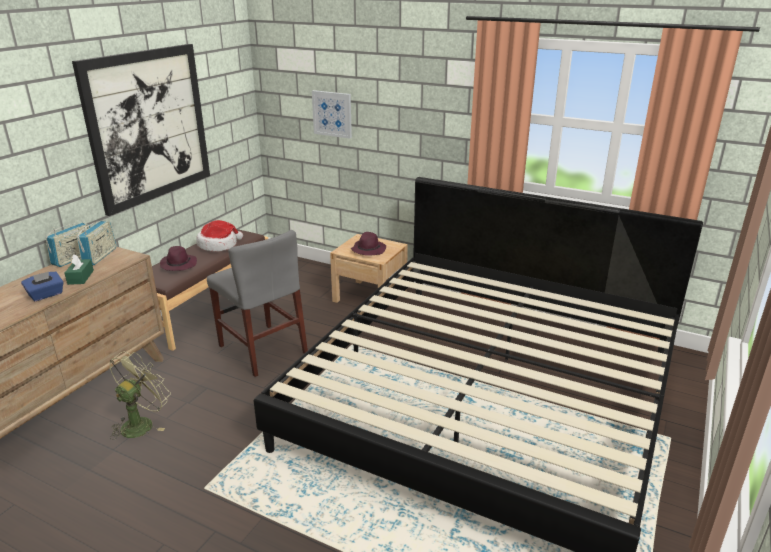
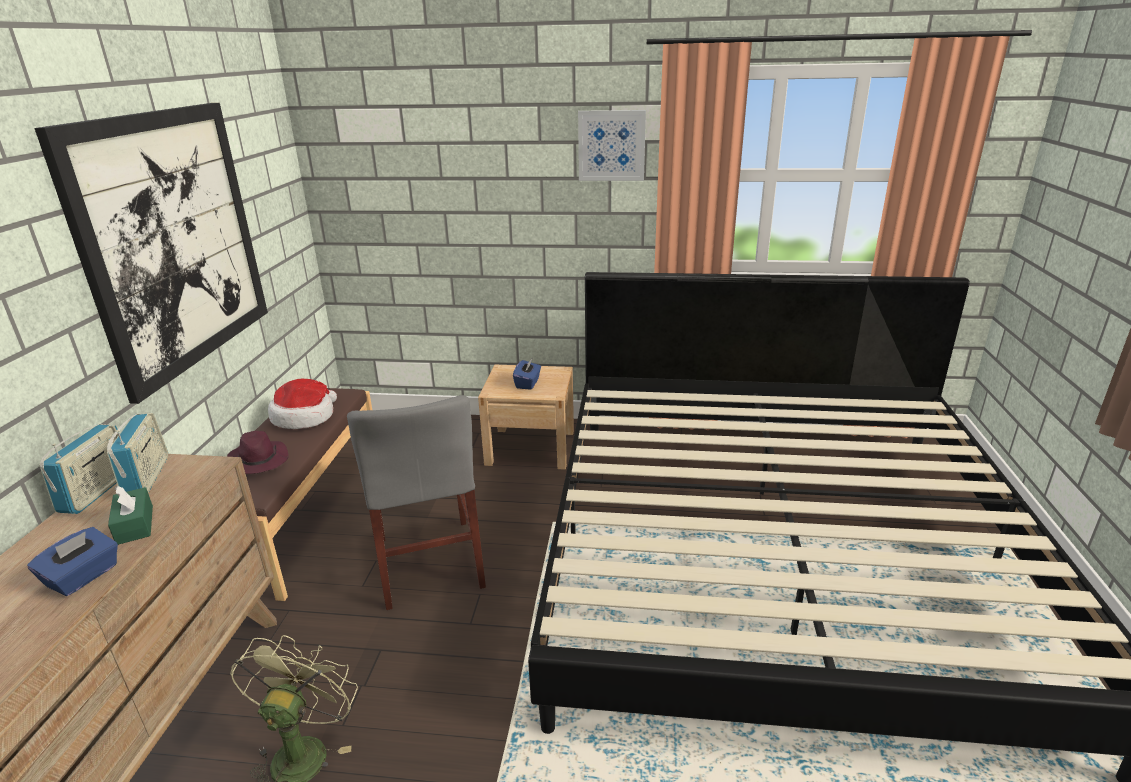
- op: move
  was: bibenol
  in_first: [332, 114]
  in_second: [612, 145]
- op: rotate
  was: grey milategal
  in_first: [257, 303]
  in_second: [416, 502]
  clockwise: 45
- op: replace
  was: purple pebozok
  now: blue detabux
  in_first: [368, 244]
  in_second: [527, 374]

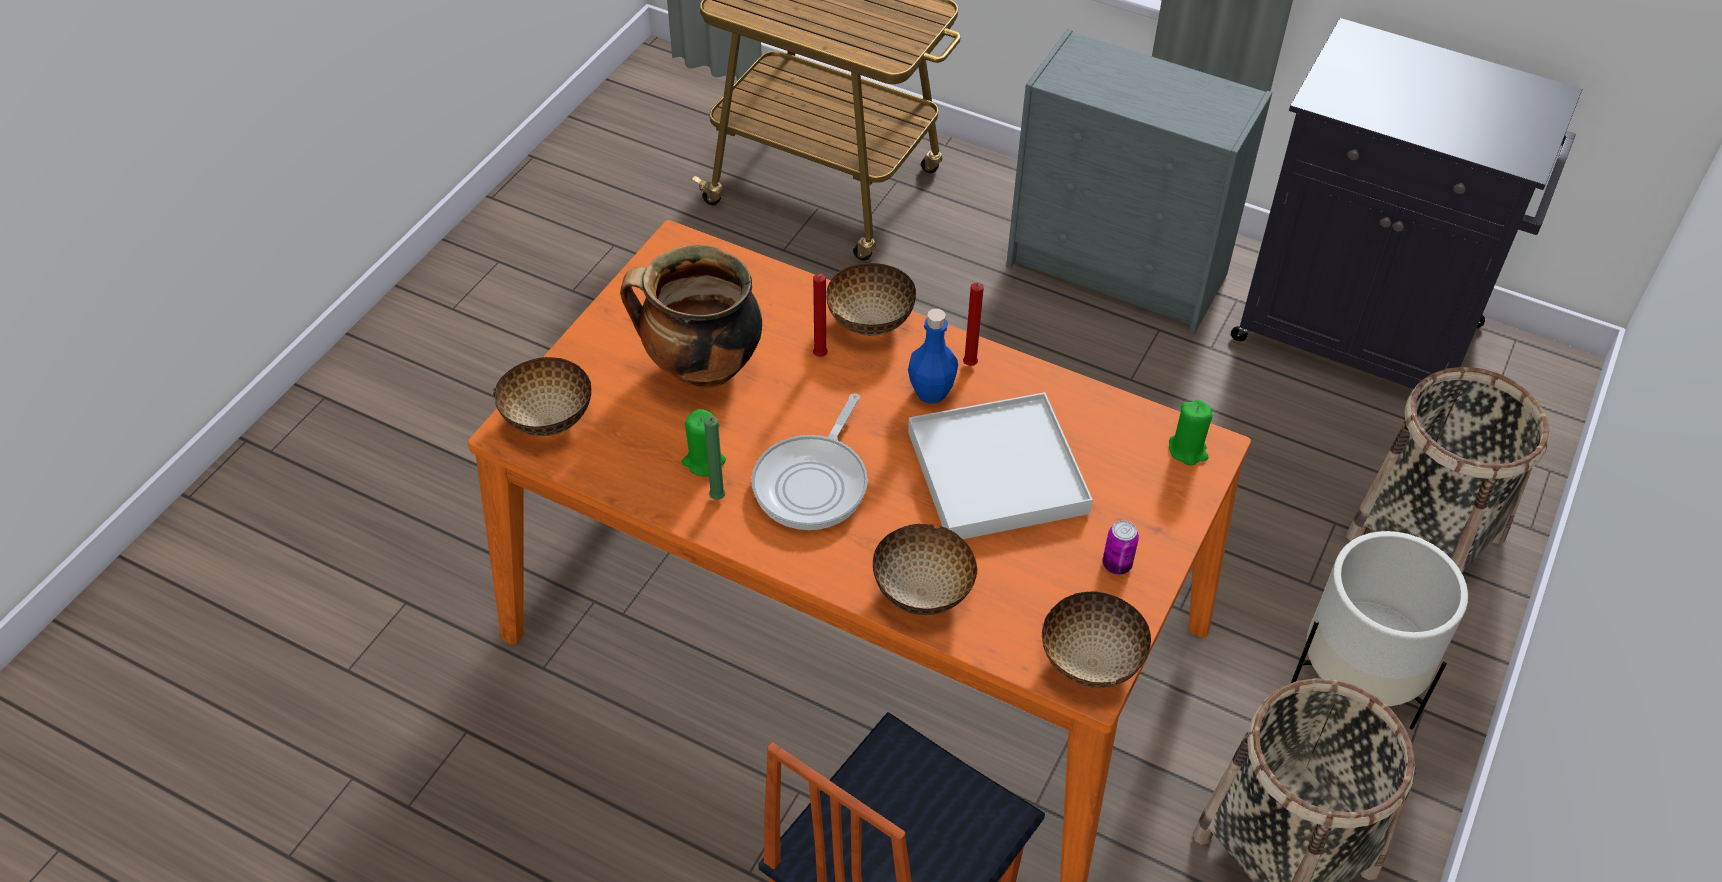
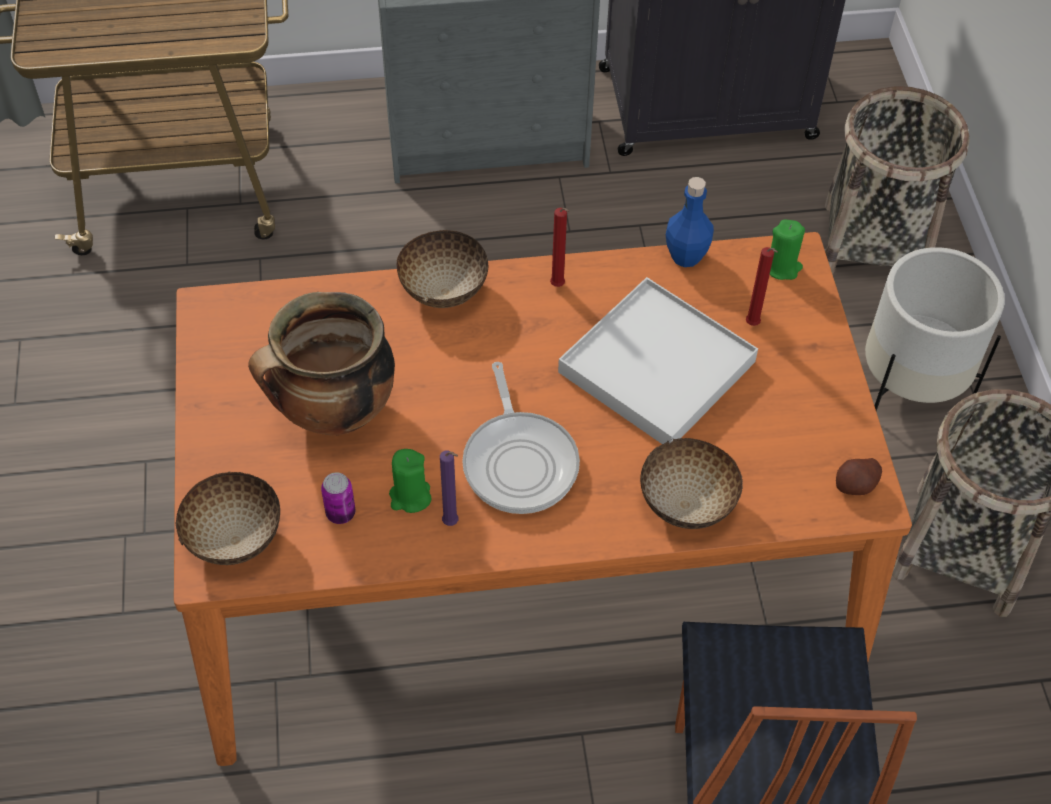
- op: move
  was: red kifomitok
  in_first: [820, 315]
  in_second: [762, 286]
- op: move
  was: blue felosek
  in_first: [933, 356]
  in_second: [690, 222]
- op: recolor
  was: green kifomitok
  now: purple kifomitok
  in_first: [714, 458]
  in_second: [449, 488]
- op: move
  was: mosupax
  in_first: [1121, 547]
  in_second: [338, 498]
- op: replace
  was: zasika
  now: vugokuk
  in_first: [1096, 639]
  in_second: [859, 476]

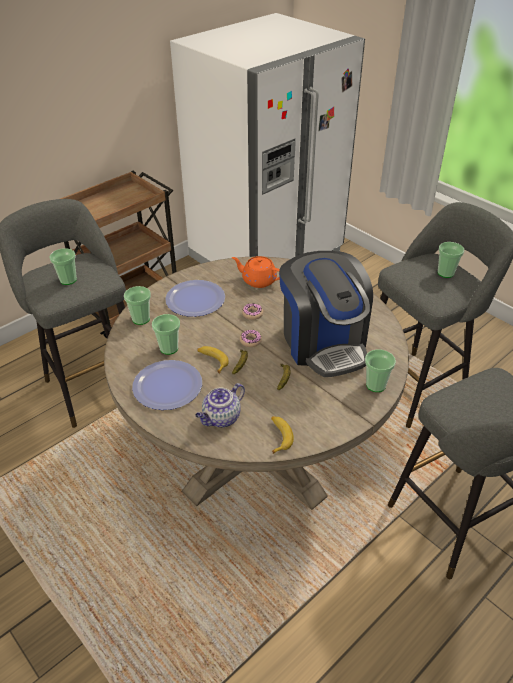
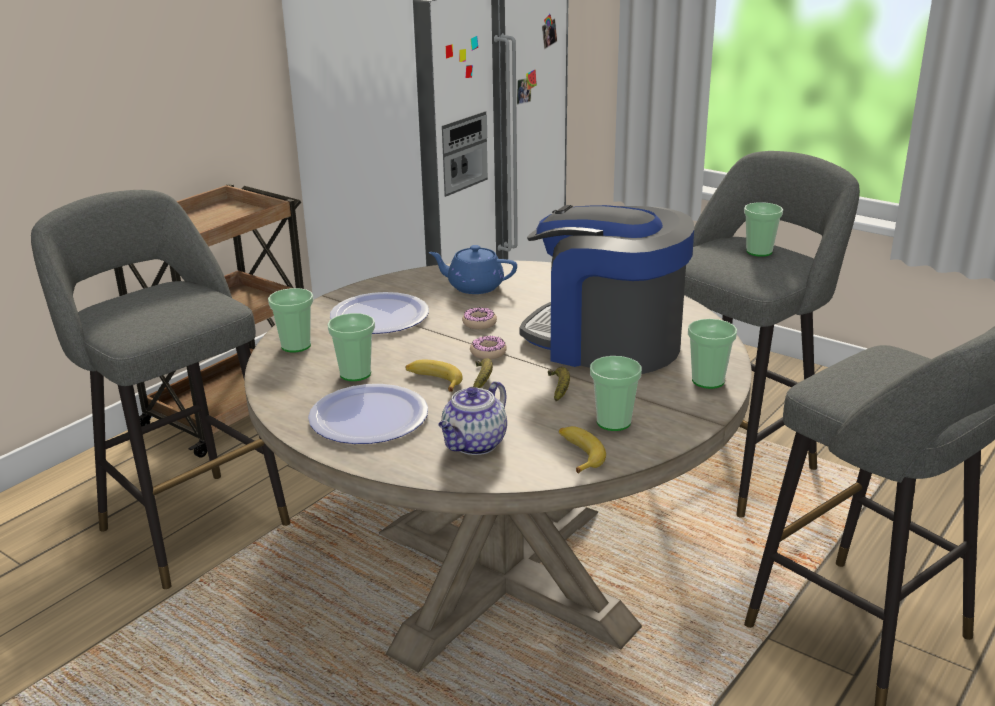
- op: move
  was: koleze
  in_first: [63, 266]
  in_second: [616, 393]
- op: rotate
  was: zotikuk
  in_first: [326, 314]
  in_second: [606, 289]
  clockwise: 150
- op: recolor
  was: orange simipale
  now: blue simipale
  in_first: [256, 272]
  in_second: [472, 269]

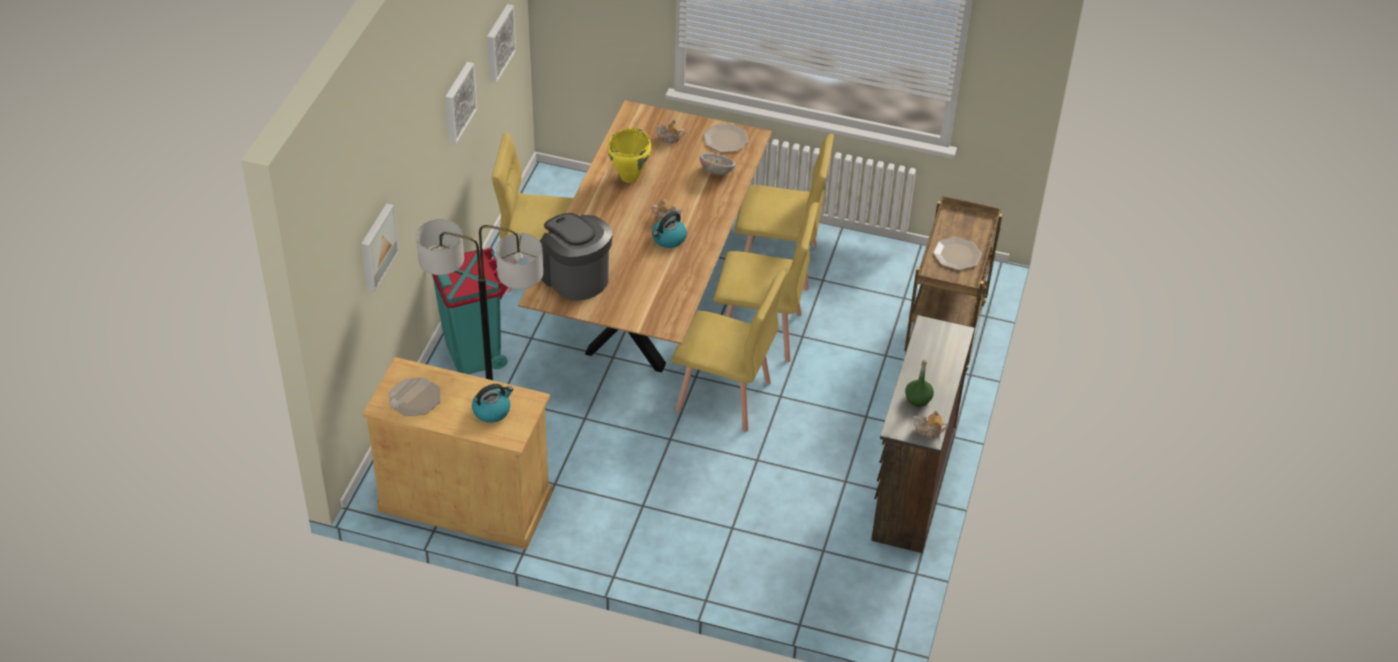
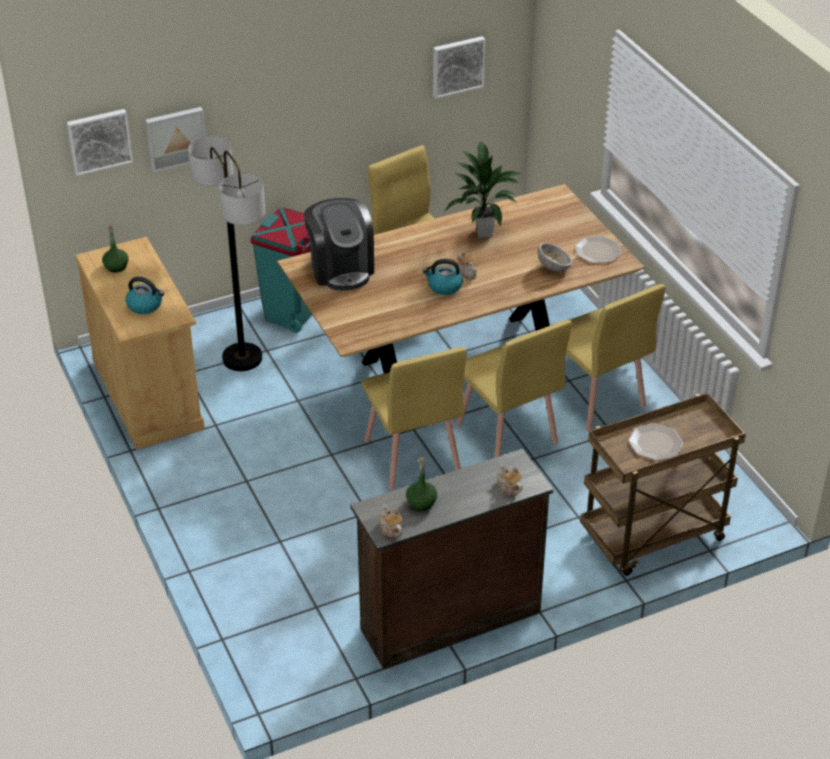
- op: move
  was: bibenol
  in_first: [461, 103]
  in_second: [100, 142]
- op: move
  was: simipale
  in_first: [670, 131]
  in_second: [509, 479]
- op: replace
  was: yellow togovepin
  now: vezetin
  in_first: [629, 155]
  in_second: [483, 189]
- op: rotate
  was: zotikuk
  in_first: [576, 257]
  in_second: [339, 244]
  clockwise: 150
- op: replace
  was: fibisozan
  now: green felosek
  in_first: [414, 397]
  in_second: [115, 249]

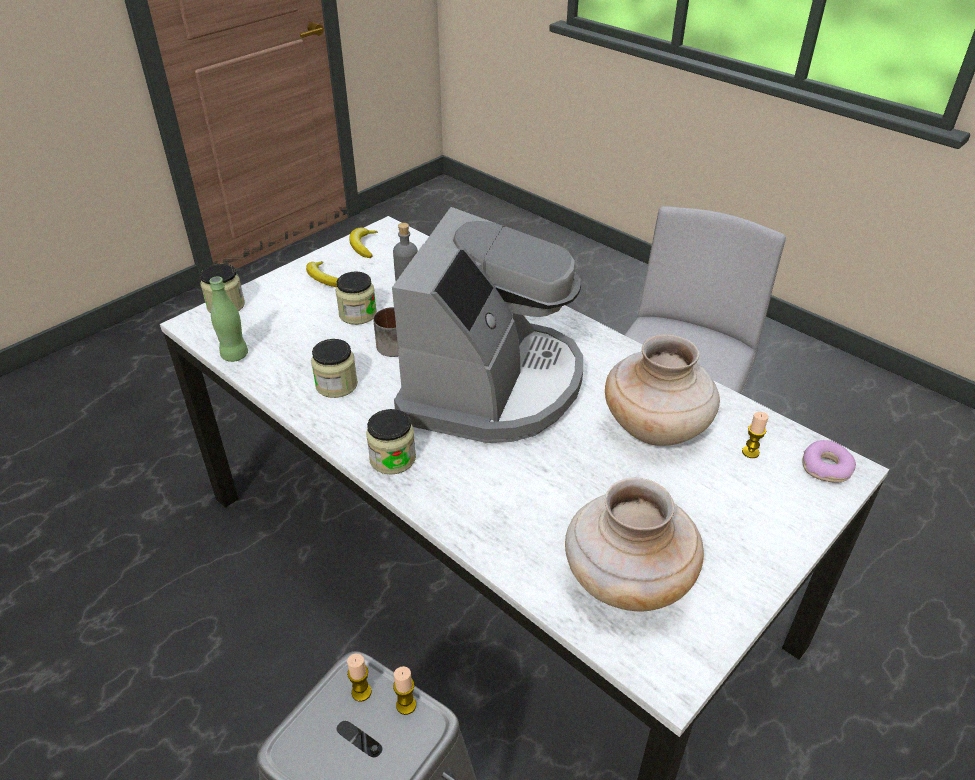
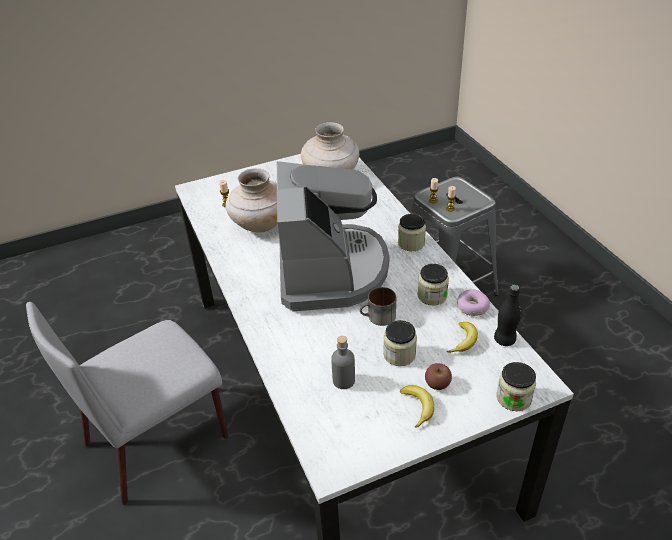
- op: rotate
  was: zotikuk
  in_first: [487, 325]
  in_second: [333, 236]
  clockwise: 135
- op: move
  was: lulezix
  in_first: [363, 242]
  in_second: [462, 337]
- op: recolor
  was: green felosek
  now: black felosek
  in_first: [228, 319]
  in_second: [507, 315]
- op: move
  was: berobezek
  in_first: [829, 461]
  in_second: [473, 302]
- op: insert
  now: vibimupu
  in_second: [438, 376]

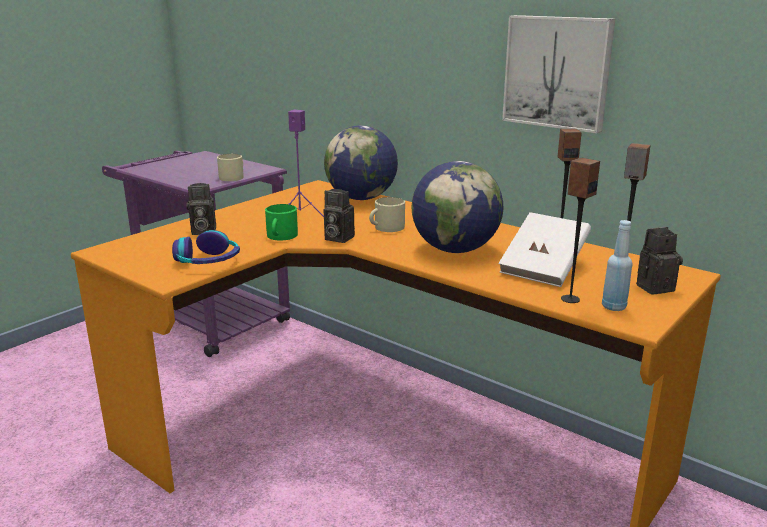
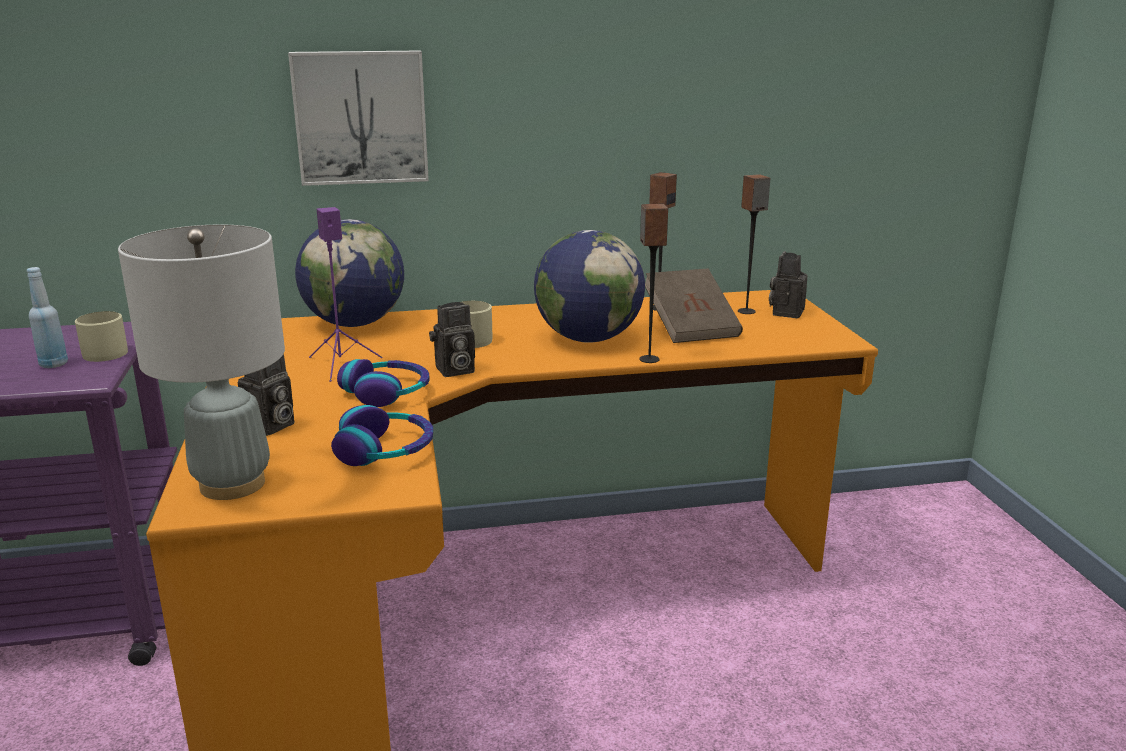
- op: move
  was: bibenol
  in_first: [558, 74]
  in_second: [358, 118]
- op: move
  was: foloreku
  in_first: [580, 230]
  in_second: [653, 283]
- op: replace
  was: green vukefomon
  now: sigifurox
  in_first: [281, 222]
  in_second: [383, 383]
- op: recolor
  was: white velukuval
  now: brown velukuval
  in_first: [544, 249]
  in_second: [694, 305]
- op: move
  was: blue felosek
  in_first: [617, 265]
  in_second: [47, 317]
- op: insert
  now: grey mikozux
  in_second: [201, 362]

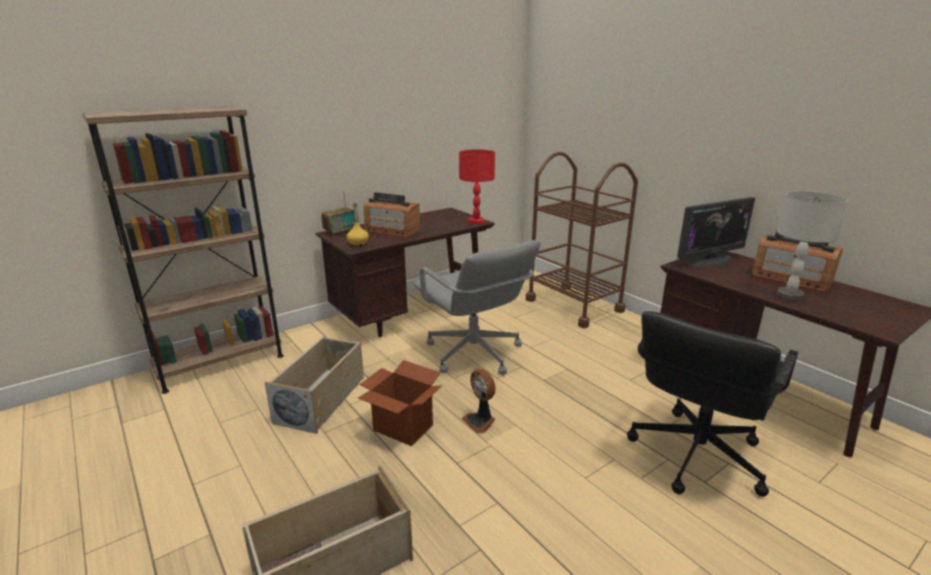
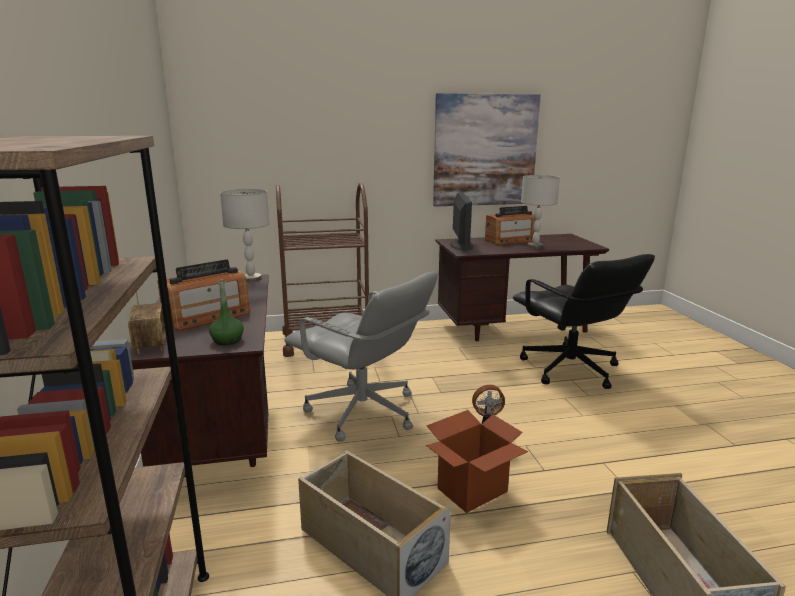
- op: recolor
  was: red mikozux
  now: grey mikozux
  in_first: [477, 186]
  in_second: [245, 235]
- op: recolor
  was: yellow felosek
  now: green felosek
  in_first: [358, 224]
  in_second: [226, 312]
- op: rotate
  was: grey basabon
  in_first: [477, 307]
  in_second: [361, 356]
  clockwise: 45
- op: insert
  now: bibenol
  in_second: [487, 149]

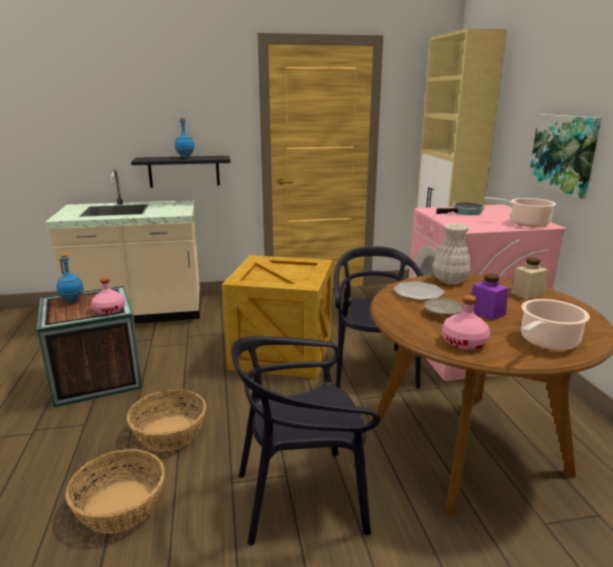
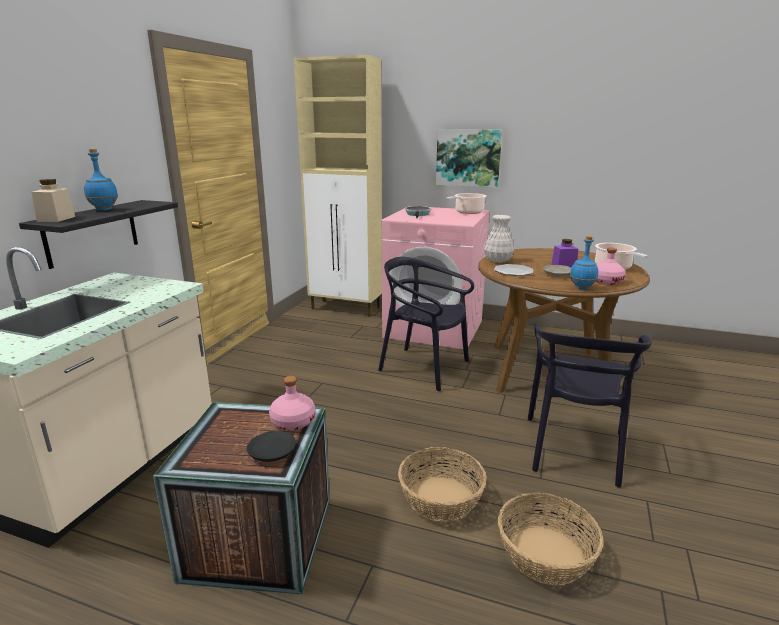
- op: move
  was: blue felosek
  in_first: [70, 278]
  in_second: [584, 263]
- op: delete
  was: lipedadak
  in_first: [277, 317]
- op: move
  was: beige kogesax
  in_first: [529, 279]
  in_second: [53, 200]
- op: insert
  now: black fibisozan
  in_second: [271, 446]

